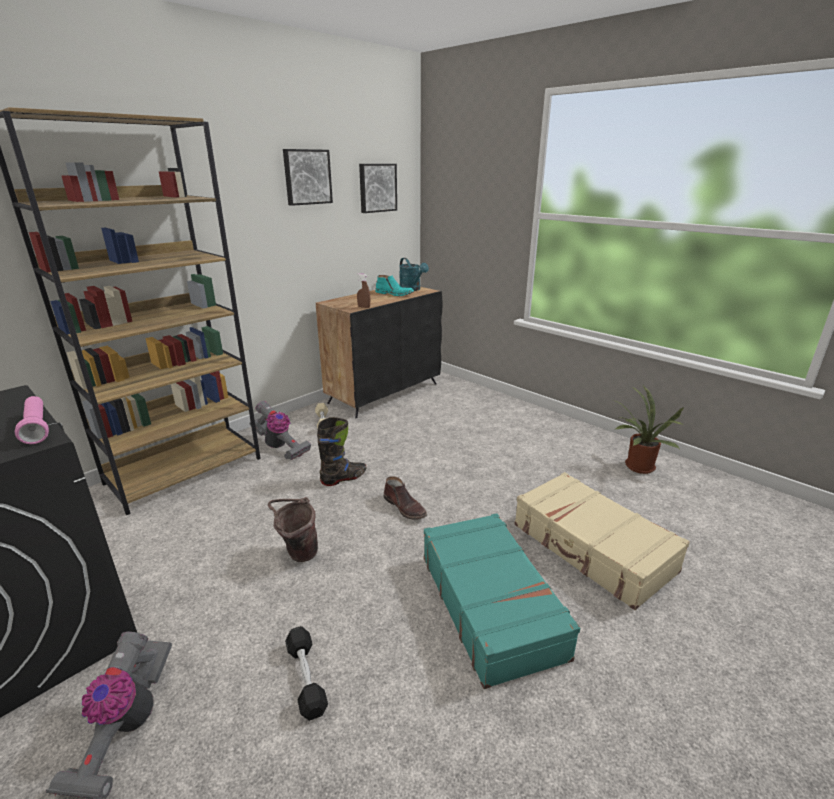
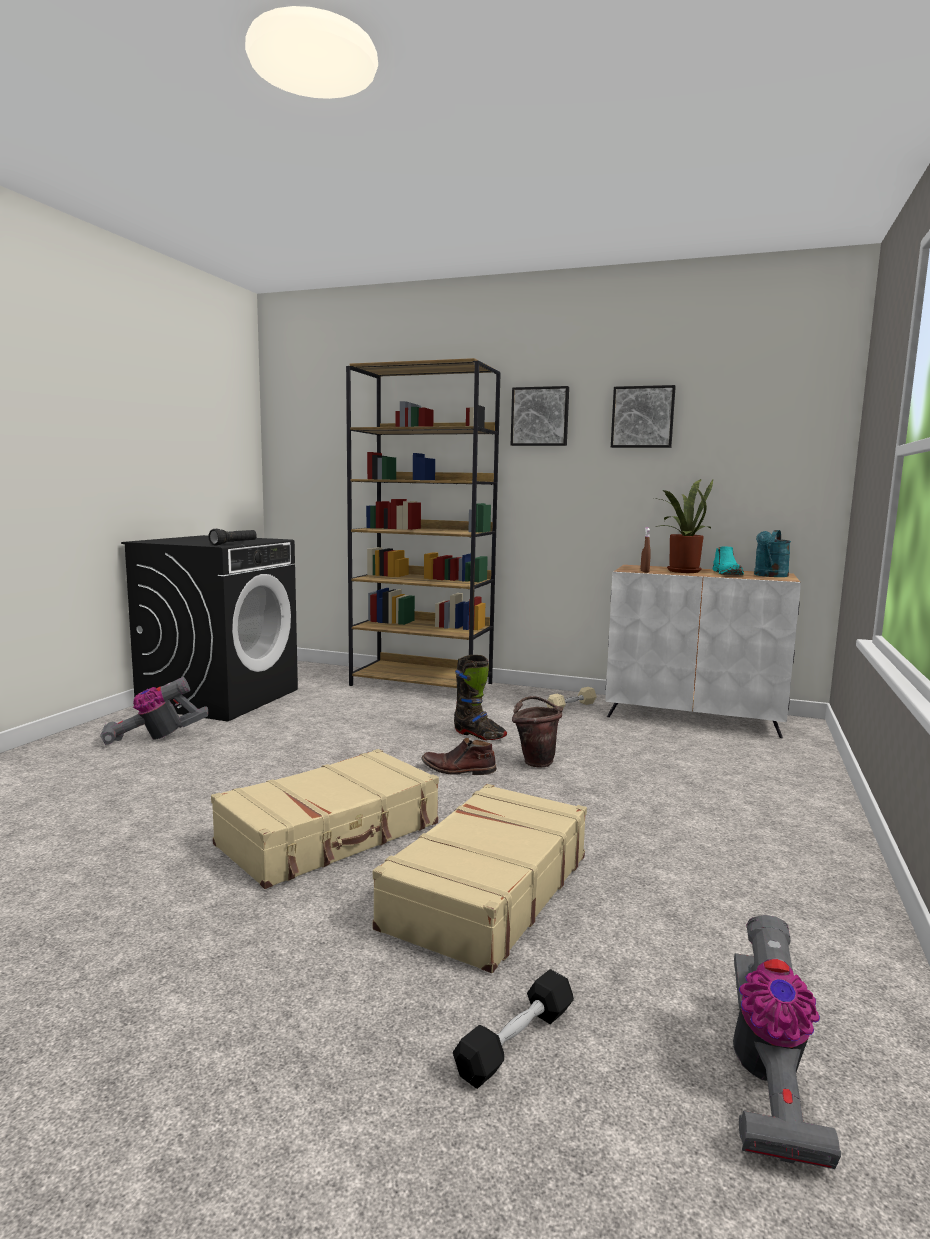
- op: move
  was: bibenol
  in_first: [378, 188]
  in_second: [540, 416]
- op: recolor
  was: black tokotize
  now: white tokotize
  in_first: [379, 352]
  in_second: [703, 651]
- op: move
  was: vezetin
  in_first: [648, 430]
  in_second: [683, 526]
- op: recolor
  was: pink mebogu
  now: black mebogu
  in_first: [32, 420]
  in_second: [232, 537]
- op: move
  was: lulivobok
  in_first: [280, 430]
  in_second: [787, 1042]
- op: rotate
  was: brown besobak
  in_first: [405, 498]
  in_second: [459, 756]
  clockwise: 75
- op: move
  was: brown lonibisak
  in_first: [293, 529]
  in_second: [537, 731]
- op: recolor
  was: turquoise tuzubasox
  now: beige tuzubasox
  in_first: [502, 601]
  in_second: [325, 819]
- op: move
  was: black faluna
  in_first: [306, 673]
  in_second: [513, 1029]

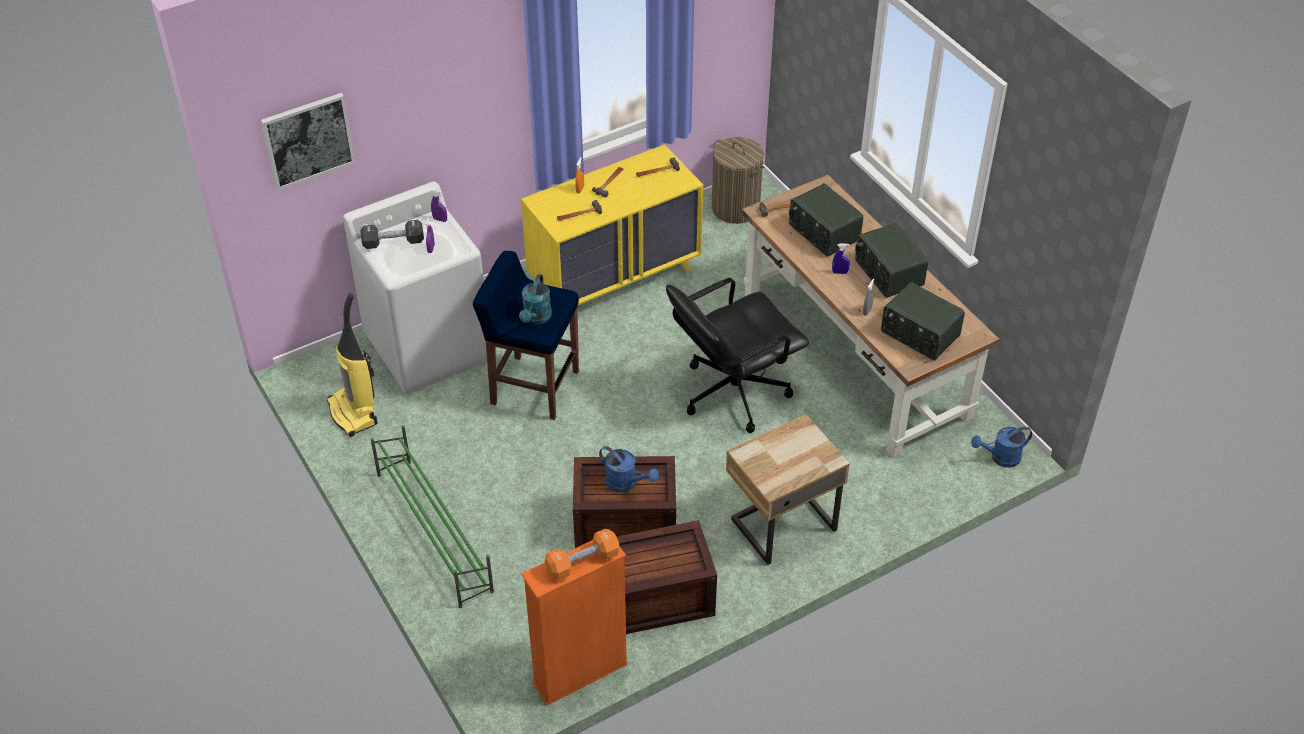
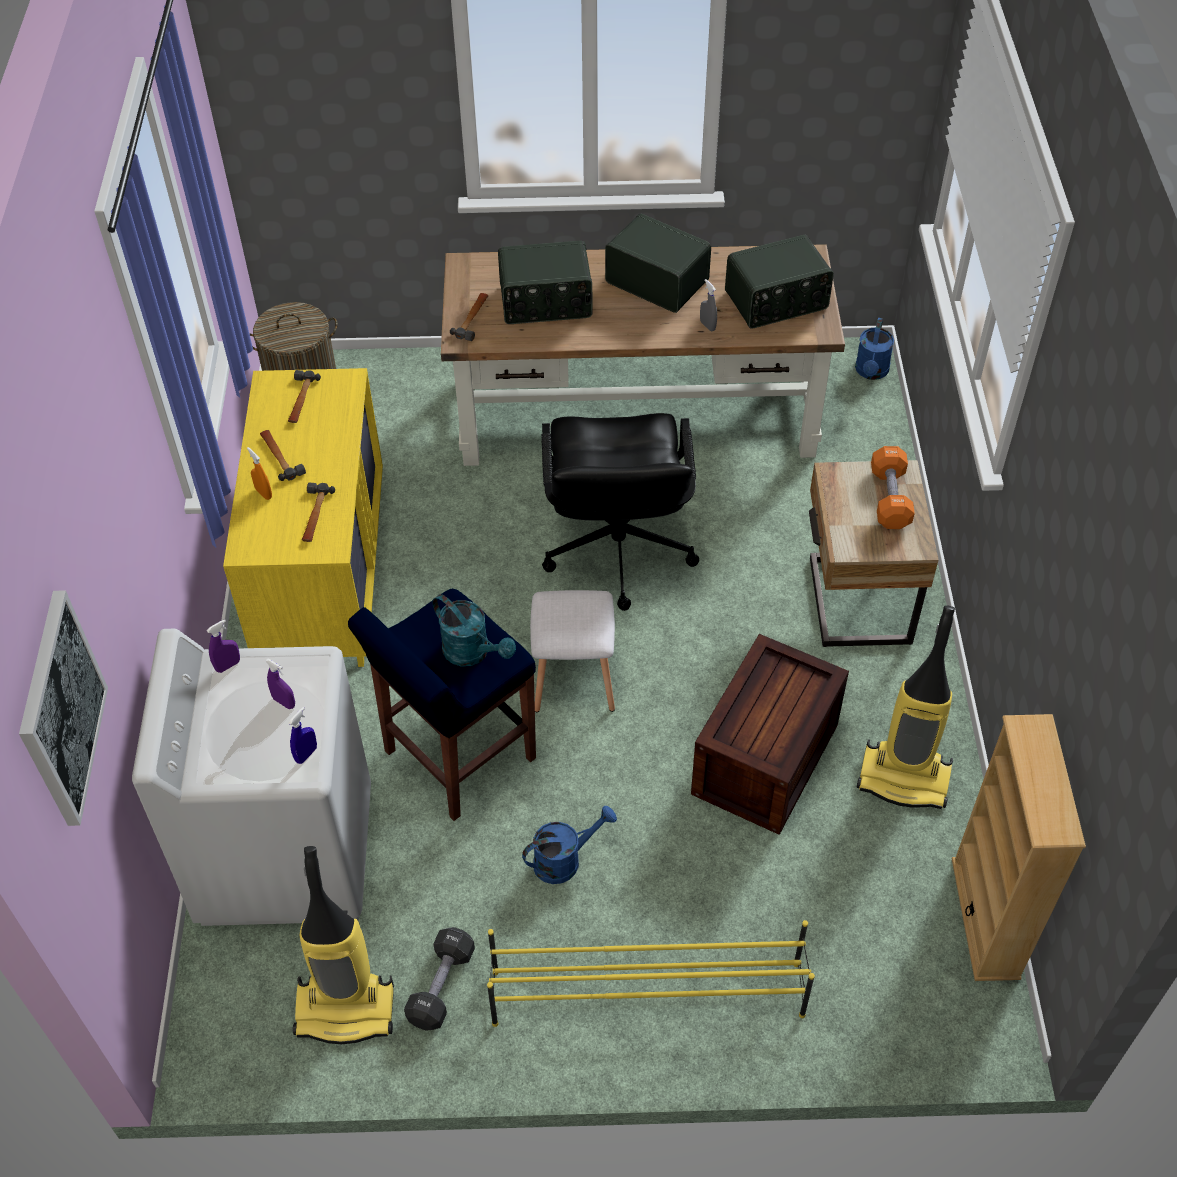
- op: move
  was: black faluna
  in_first: [392, 234]
  in_second: [439, 979]
- op: rotate
  was: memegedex
  in_first: [891, 260]
  in_second: [658, 263]
  clockwise: -150
- op: move
  was: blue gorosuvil
  in_first: [841, 258]
  in_second: [302, 735]
- op: recolor
  was: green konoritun
  now: yellow konoritun
  in_first: [432, 516]
  in_second: [651, 973]
- op: move
  was: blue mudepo
  in_first: [629, 469]
  in_second: [569, 845]
- op: replace
  was: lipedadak
  now: lulivobok
  in_first: [666, 577]
  in_second: [906, 707]
- op: move
  was: orange faluna
  in_first: [582, 554]
  in_second: [893, 487]
- op: recolor
  was: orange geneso
  now: beige geneso
  in_first: [574, 622]
  in_second: [1019, 847]
- op: insert
  now: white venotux
  in_second: [572, 651]

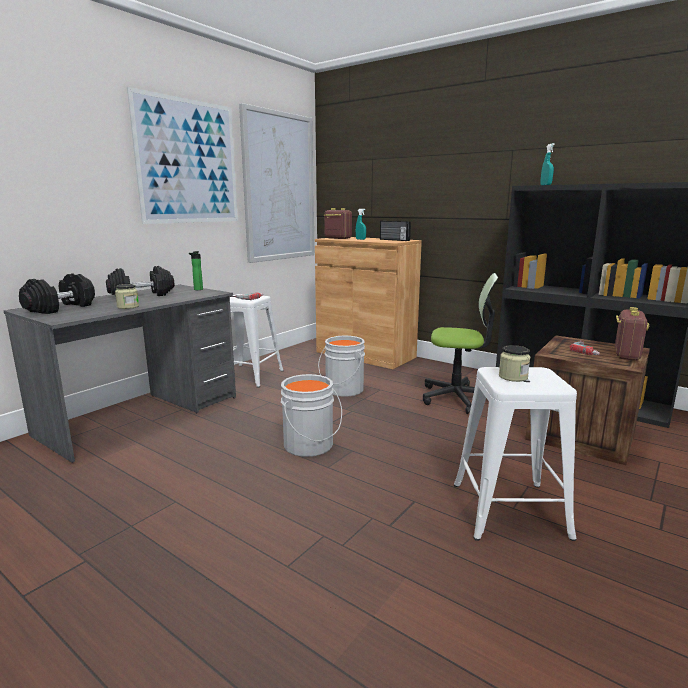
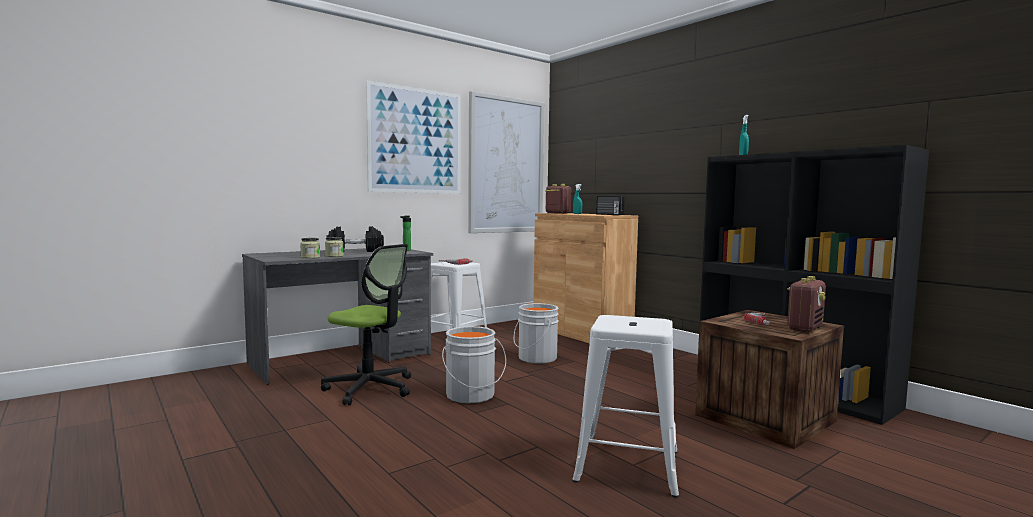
- op: delete
  was: black faluna
  in_first: [57, 293]
- op: move
  was: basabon
  in_first: [461, 343]
  in_second: [366, 324]
- op: move
  was: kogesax
  in_first: [514, 363]
  in_second: [310, 248]

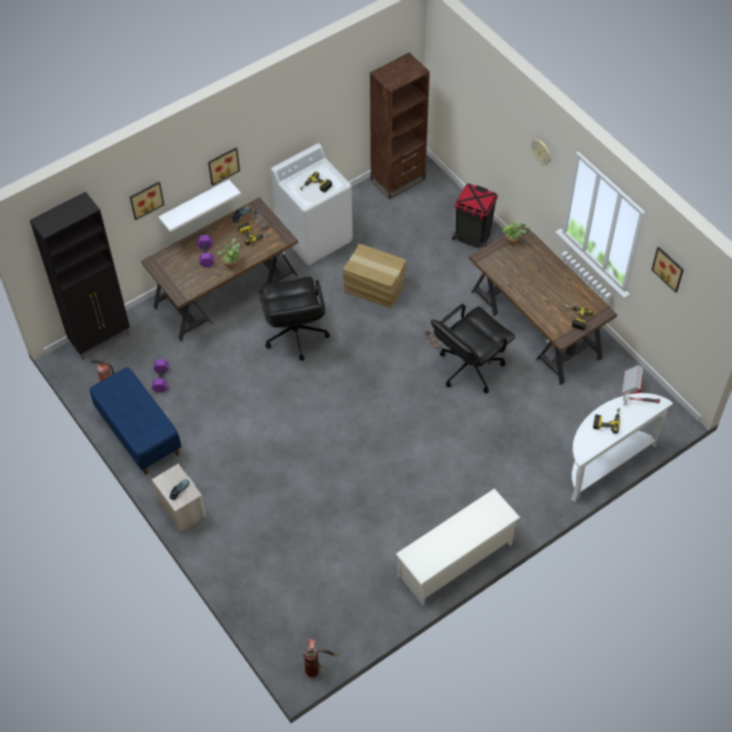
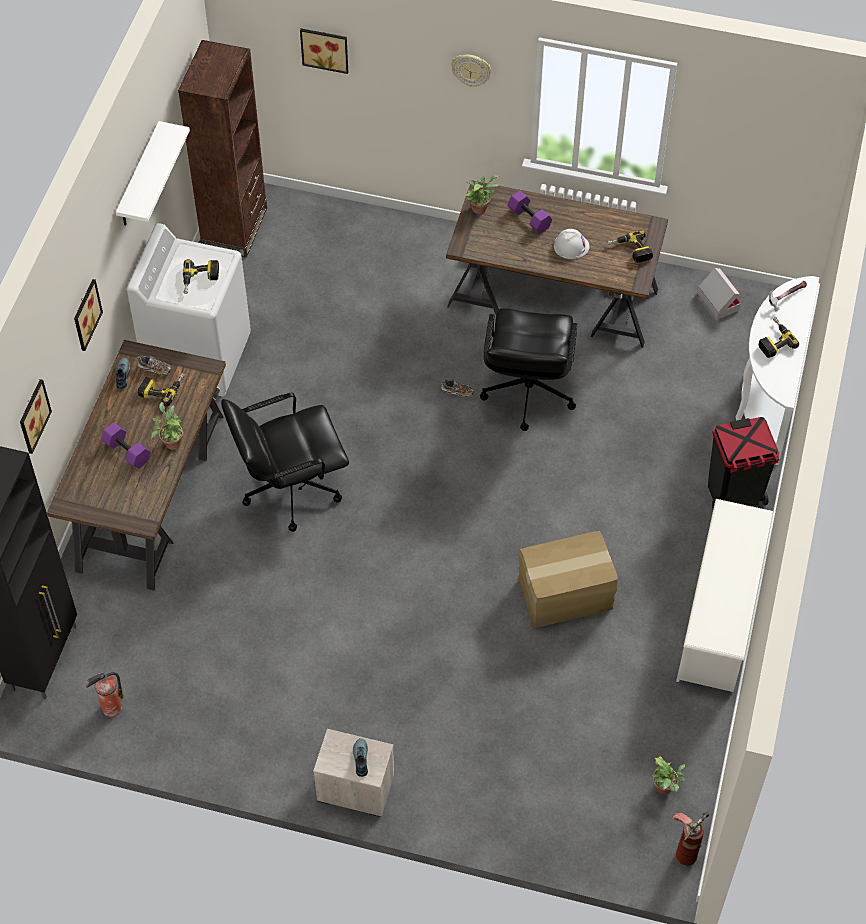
- op: move
  was: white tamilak
  in_first: [200, 206]
  in_second: [153, 173]
- op: move
  was: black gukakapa
  in_first: [475, 216]
  in_second: [743, 463]
- op: move
  was: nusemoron
  in_first: [374, 276]
  in_second: [568, 579]
- op: move
  was: bibenol
  in_first: [668, 270]
  in_second: [324, 51]
- op: rotate
  was: black basabon
  in_first: [294, 319]
  in_second: [285, 462]
  clockwise: 120
- op: move
  was: purple faluna
  in_first: [160, 375]
  in_second: [529, 212]
- op: delete
  was: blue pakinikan
  in_first: [135, 421]
- op: insert
  now: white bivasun
  in_second: [572, 244]
- op: insert
  now: vezetin
  in_second: [668, 775]

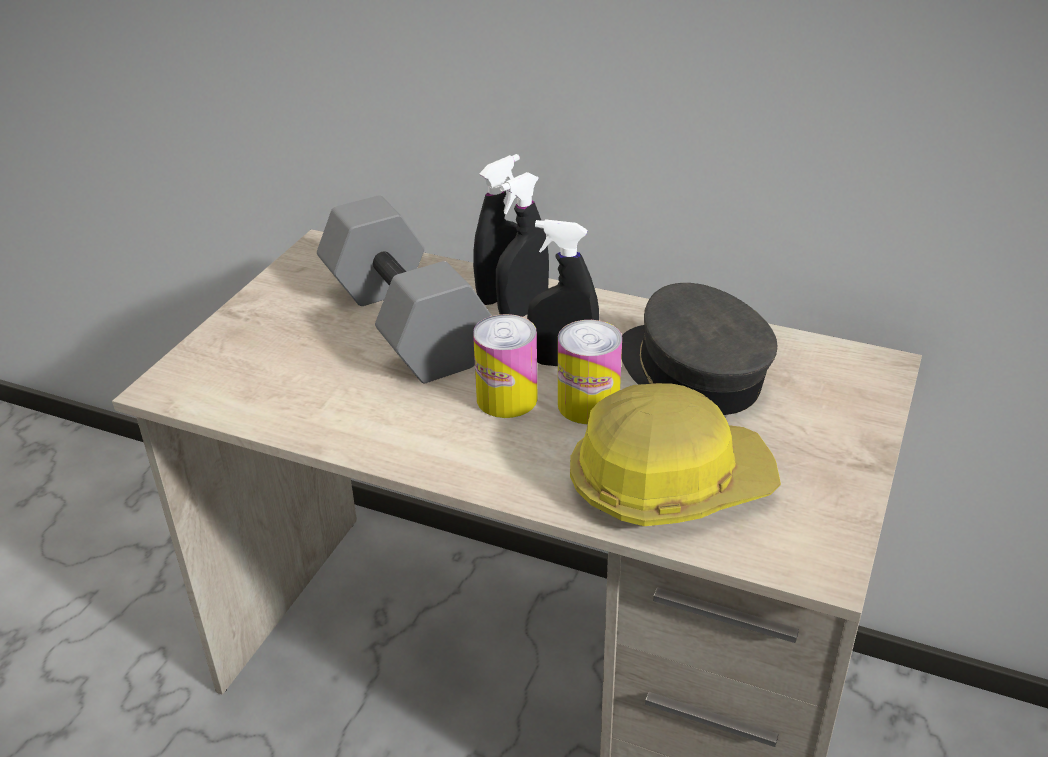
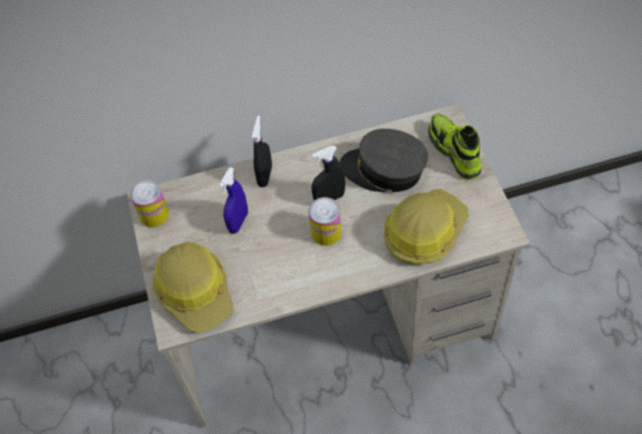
- op: delete
  was: black gorosuvil
  in_first: [522, 244]
- op: replace
  was: grey faluna
  now: blue gorosuvil
  in_first: [404, 289]
  in_second: [233, 200]
- op: move
  was: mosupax
  in_first: [590, 372]
  in_second: [149, 203]
- op: insert
  now: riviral
  in_second: [455, 146]
- op: insert
  now: bivasun
  in_second: [193, 287]

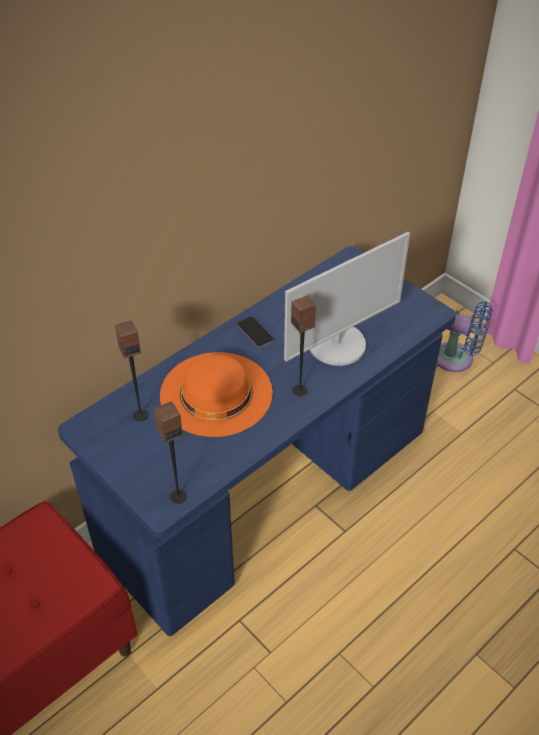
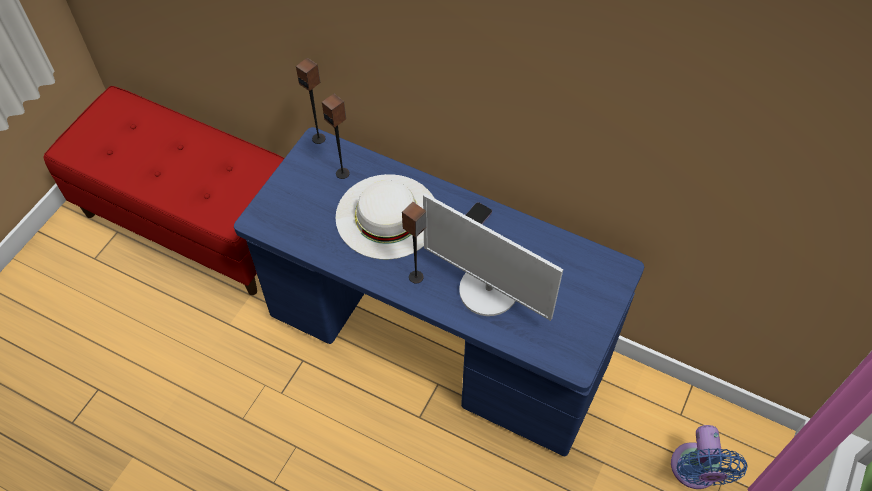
- op: recolor
  was: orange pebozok
  now: white pebozok
  in_first: [216, 394]
  in_second: [385, 216]
- op: move
  was: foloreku
  in_first: [170, 452]
  in_second: [311, 101]

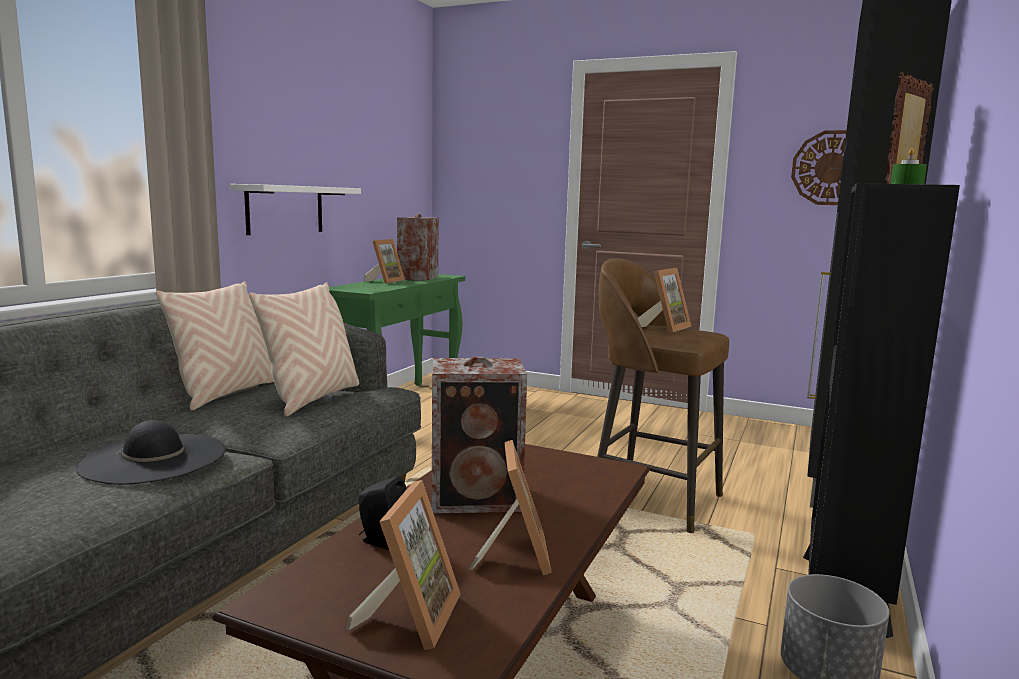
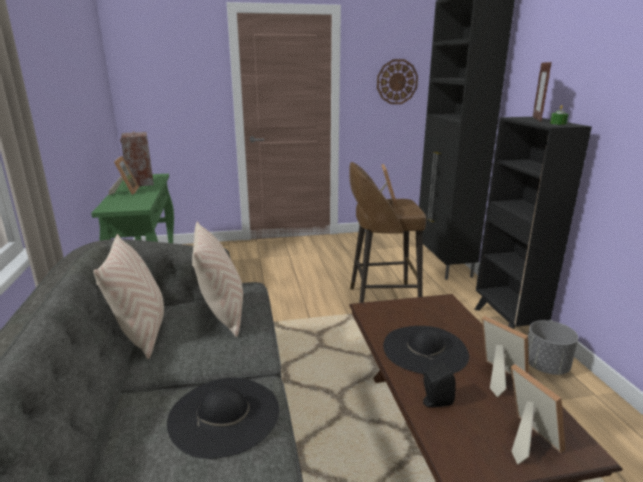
- op: delete
  was: white tamilak
  in_first: [295, 209]
- op: replace
  was: foloreku
  now: black pebozok
  in_first: [479, 435]
  in_second: [426, 350]

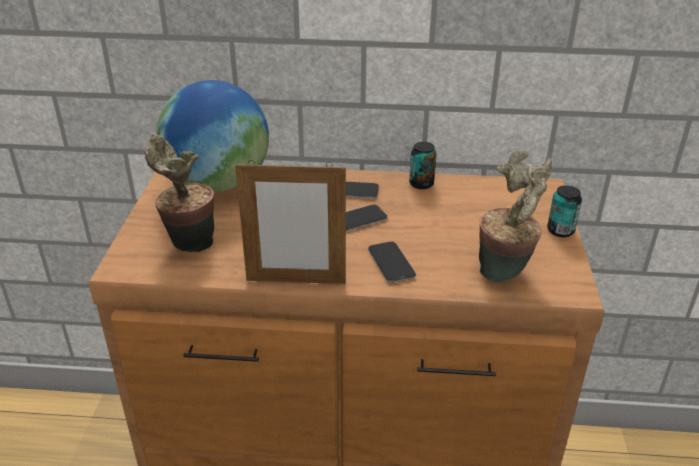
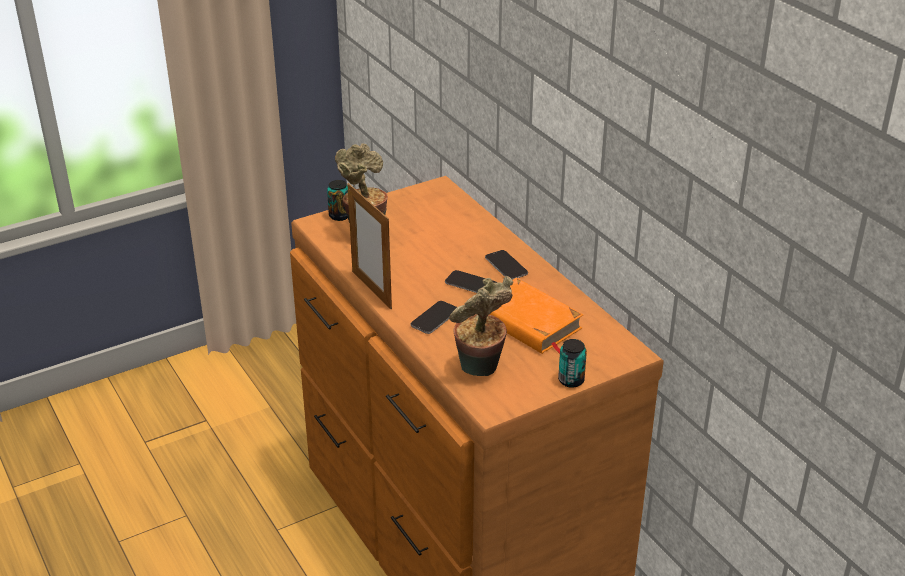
- op: delete
  was: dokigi
  in_first: [212, 136]
- op: move
  was: mosupax
  in_first: [423, 165]
  in_second: [337, 200]
- op: insert
  now: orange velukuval
  in_second: [536, 316]

